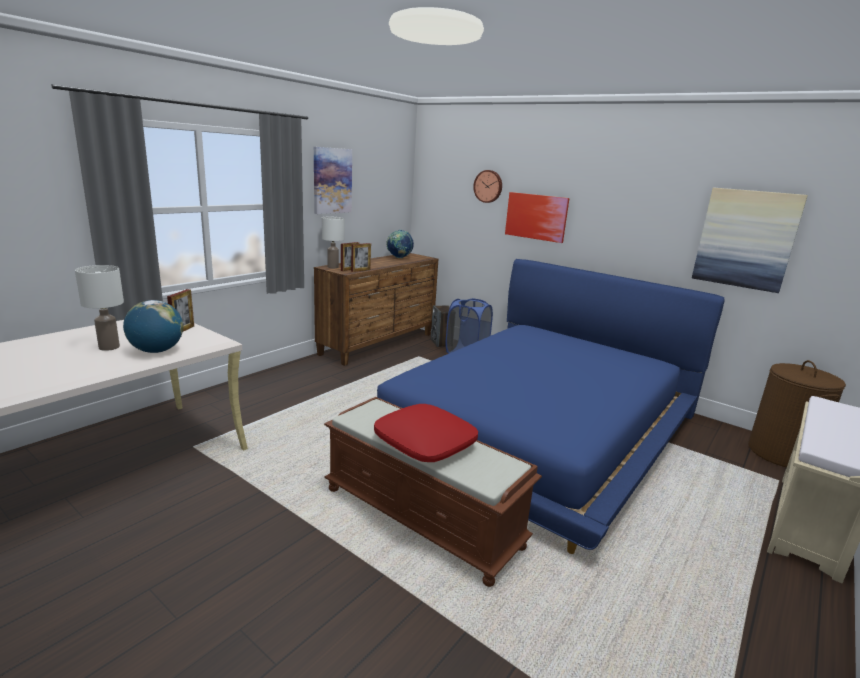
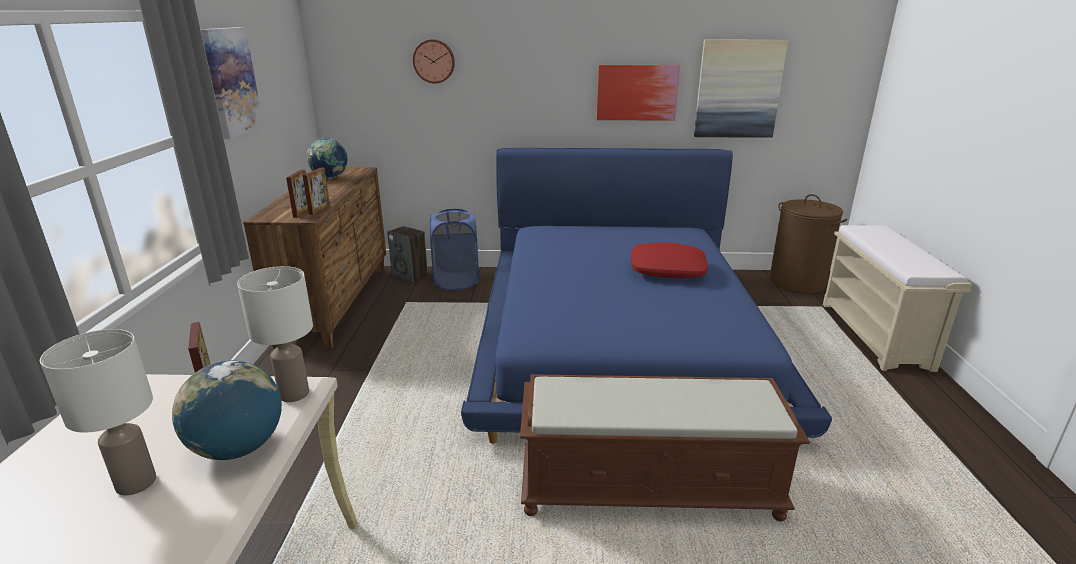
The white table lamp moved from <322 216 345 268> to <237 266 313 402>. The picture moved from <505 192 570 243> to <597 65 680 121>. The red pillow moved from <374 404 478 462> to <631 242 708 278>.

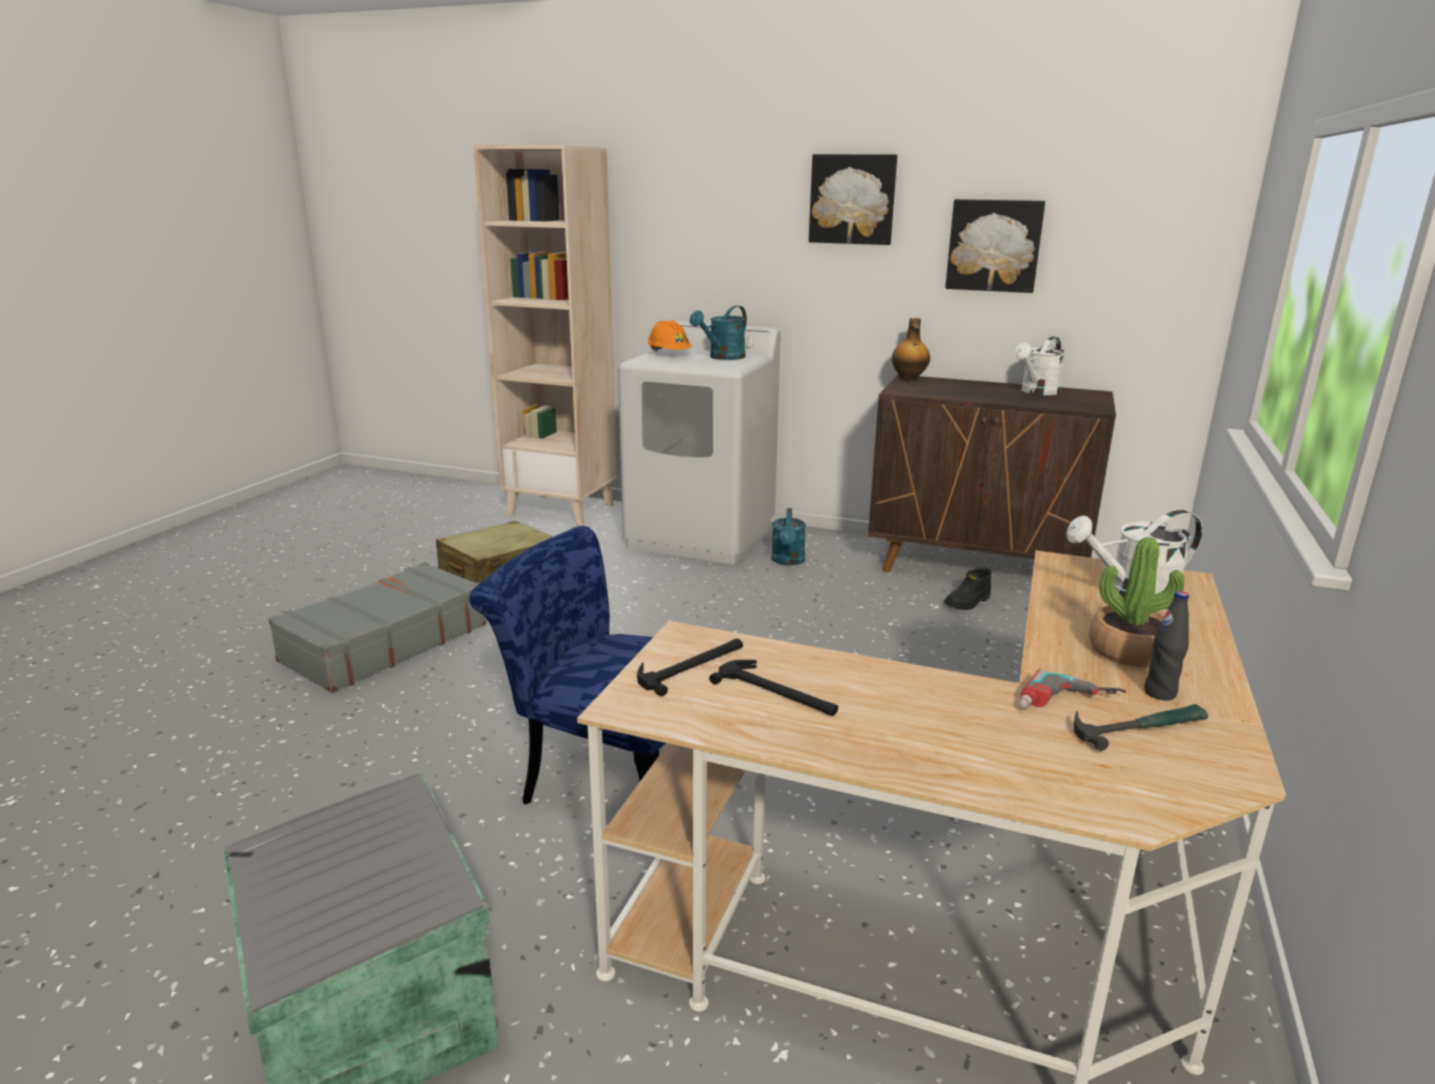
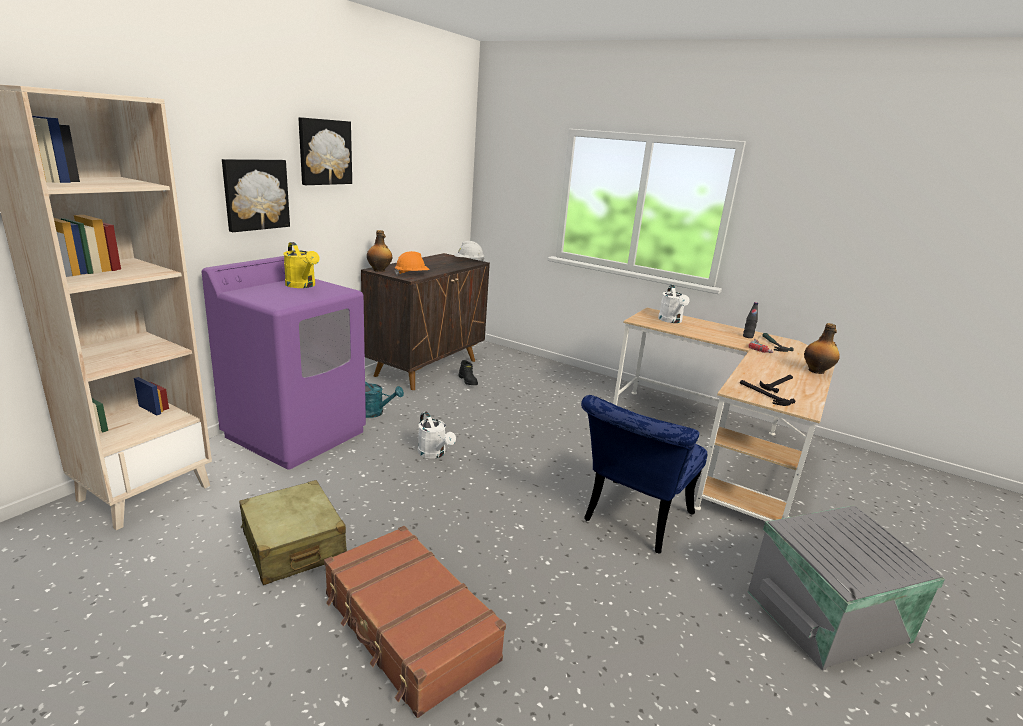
The white washing machine at <618 321 781 564> became the purple washing machine at <202 256 366 470>. The picture moved from <945 199 1045 293> to <222 159 290 232>. The turquoise watering can at <690 306 747 360> became the yellow watering can at <283 242 319 288>. The grey suitcase at <269 562 486 693> became the brown suitcase at <324 526 506 718>. The orange hard hat moved from <648 320 692 352> to <394 251 430 275>. The white watering can moved from <1014 337 1065 395> to <418 411 456 459>. The white hard hat at <454 241 484 262> appeared. The bottle at <804 323 840 374> appeared. The potted plant at <1089 537 1184 667> disappeared.

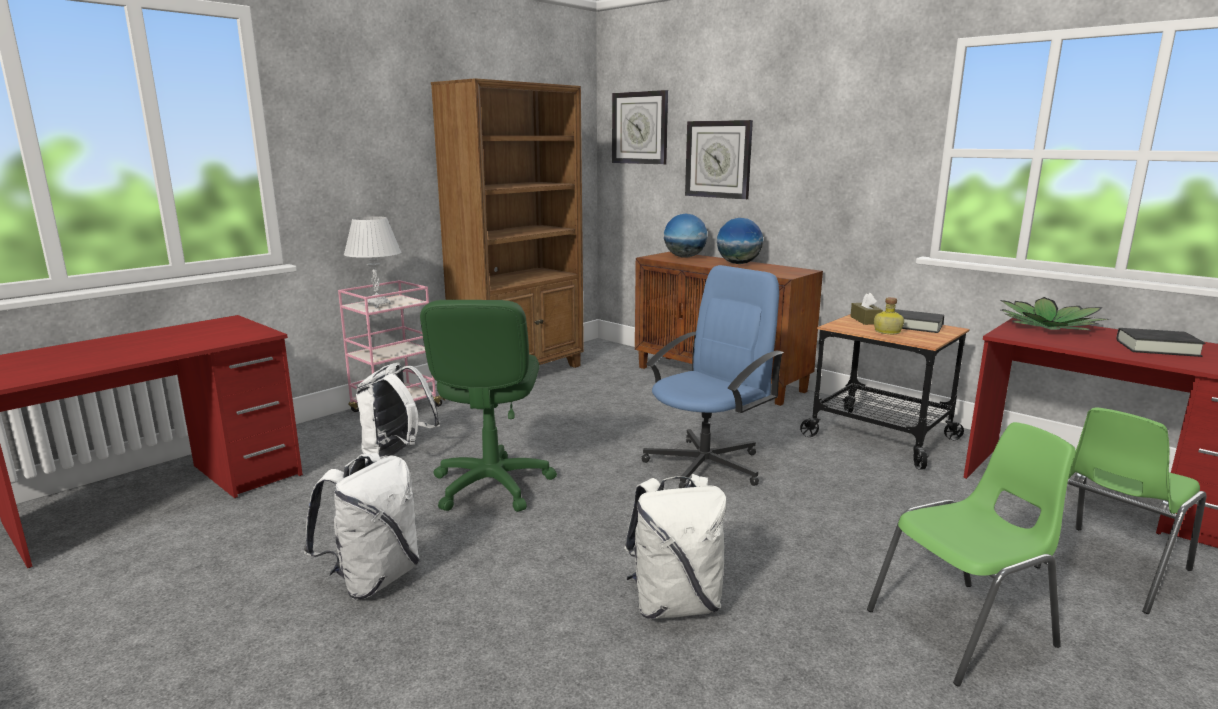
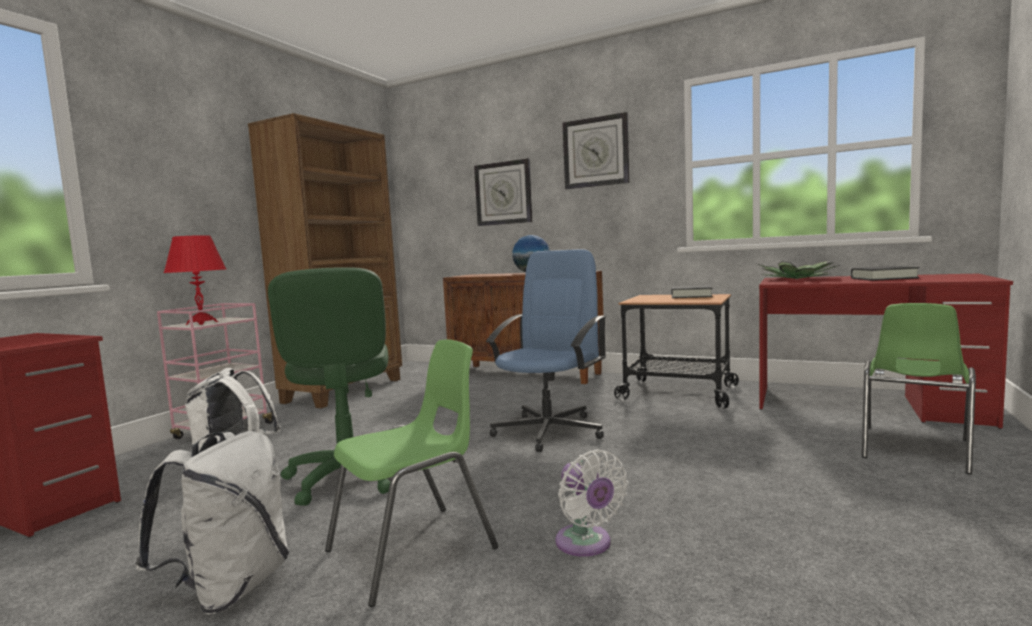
The white table lamp at <344 216 401 308> became the red table lamp at <164 235 226 325>. The green chair moved from <867 422 1075 687> to <325 339 498 607>. The white backpack at <624 474 727 619> was replaced by the white fan at <555 449 628 557>. The wall clock moved from <612 90 668 164> to <562 112 630 189>. The globe at <664 214 707 258> disappeared. The brown tissue box at <850 293 883 325> disappeared. The bottle at <874 297 904 334> disappeared.

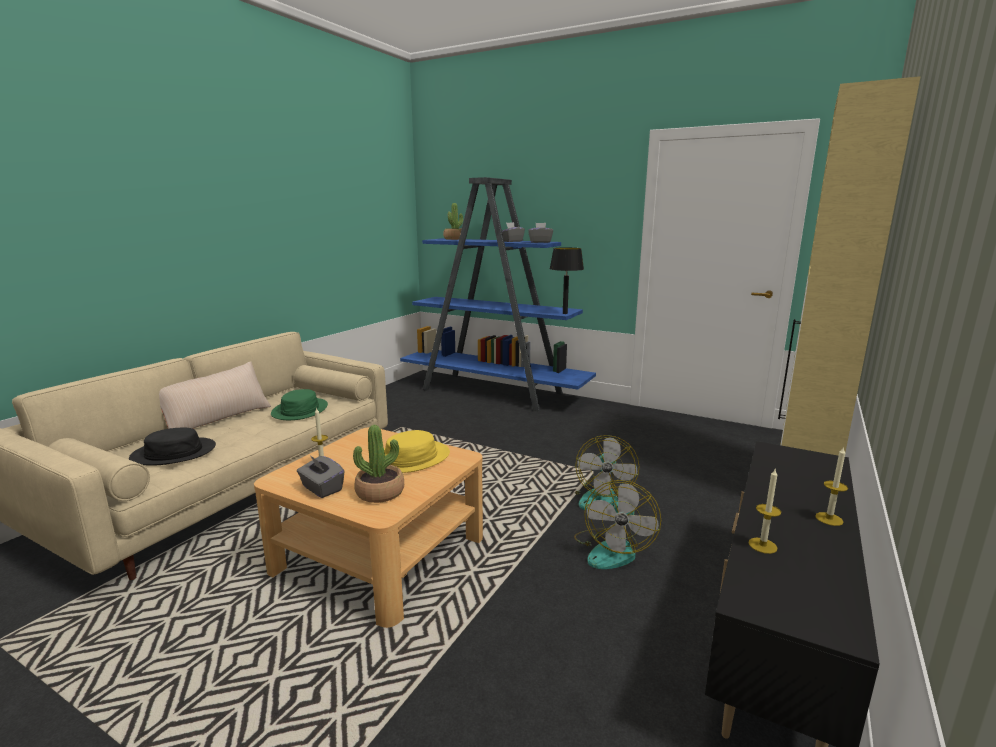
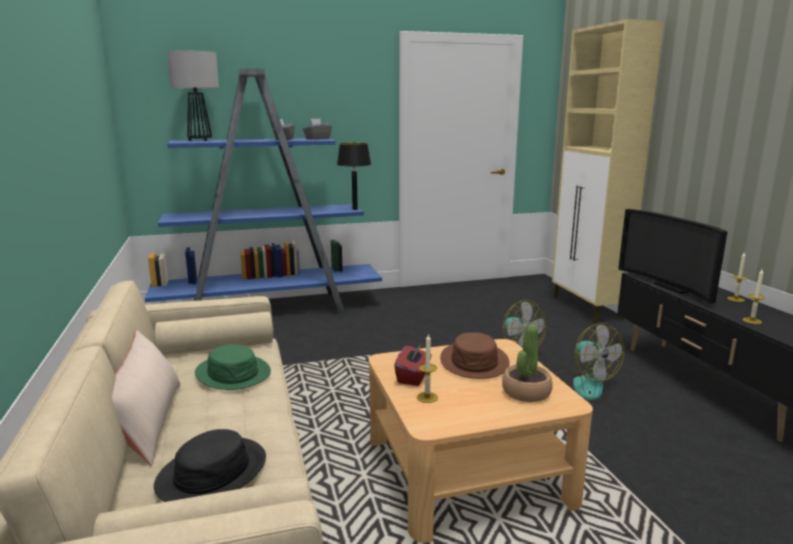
The potted plant at <443 203 463 240> was replaced by the table lamp at <167 50 219 141>. The red tissue box at <394 344 432 386> appeared. The yellow hat at <384 430 450 473> became the brown hat at <440 332 510 379>. The television at <618 209 728 304> appeared. The grey tissue box at <297 455 344 498> disappeared.

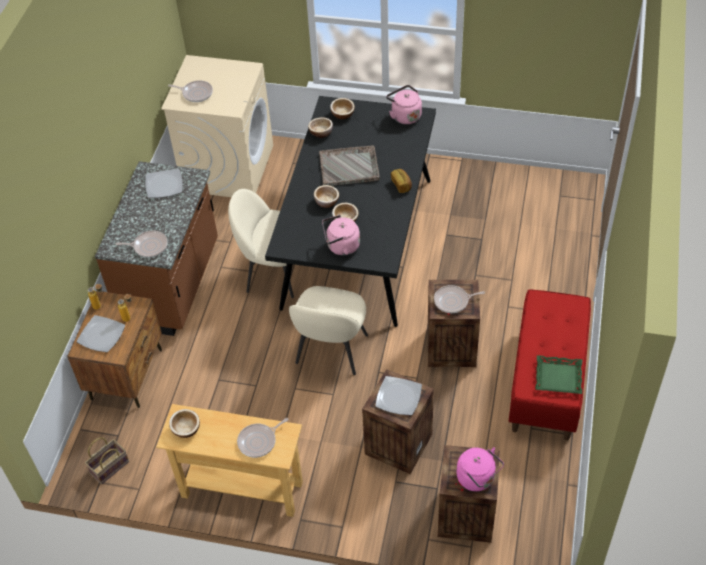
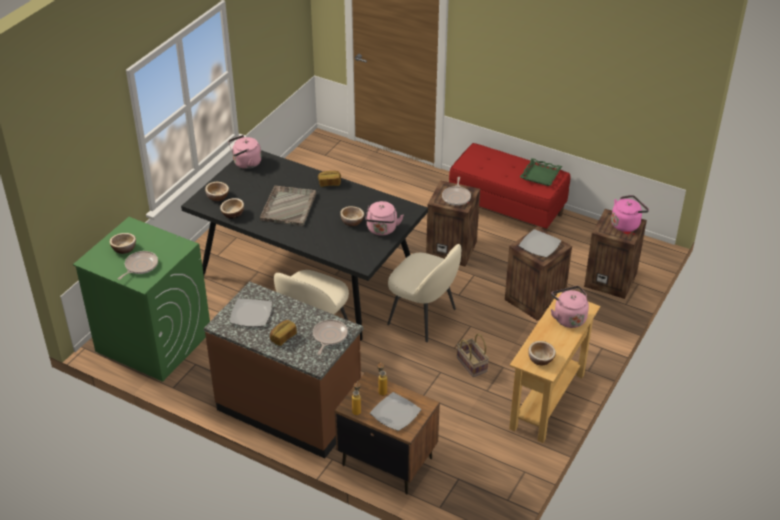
The beige washing machine at <161 55 273 197> became the green washing machine at <73 217 210 382>. The bowl moved from <314 185 339 208> to <109 233 136 254>. The bread at <270 320 297 346> appeared. The basket moved from <85 437 129 484> to <457 334 489 377>. The frying pan at <237 418 289 458> was replaced by the pink kettle at <551 286 589 328>.

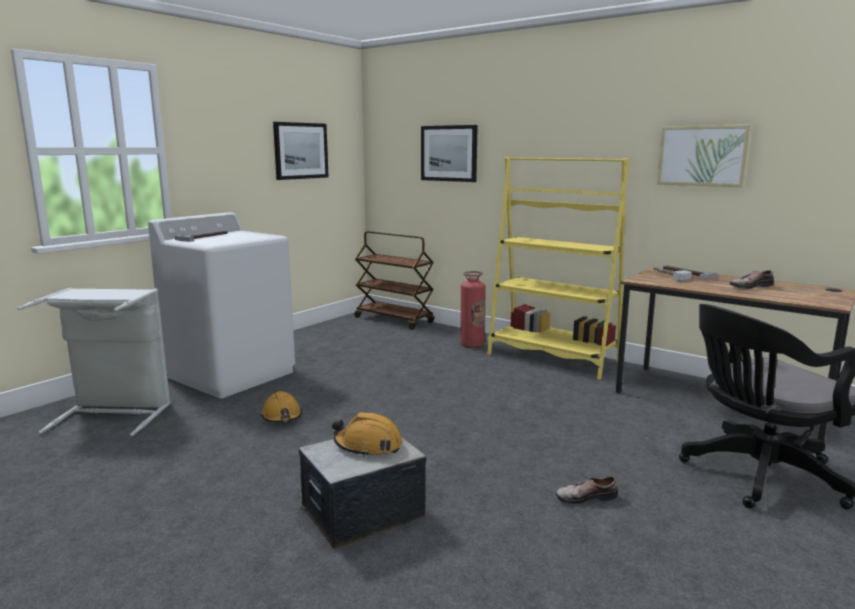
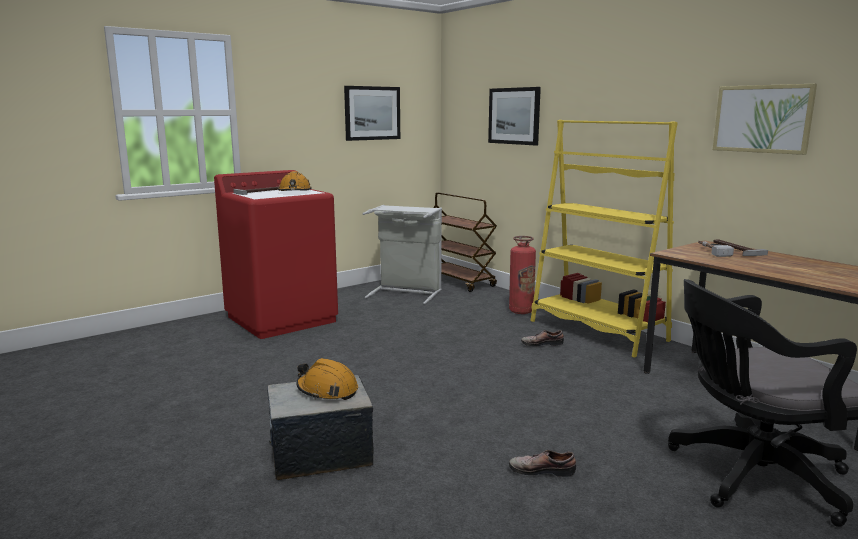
The white washing machine at <148 212 295 398> became the red washing machine at <214 170 338 339>. The orange hard hat moved from <261 391 302 422> to <278 171 312 191>. The grey laundry basket moved from <17 287 171 436> to <362 205 442 304>. The shoe moved from <729 270 774 289> to <521 330 564 346>.

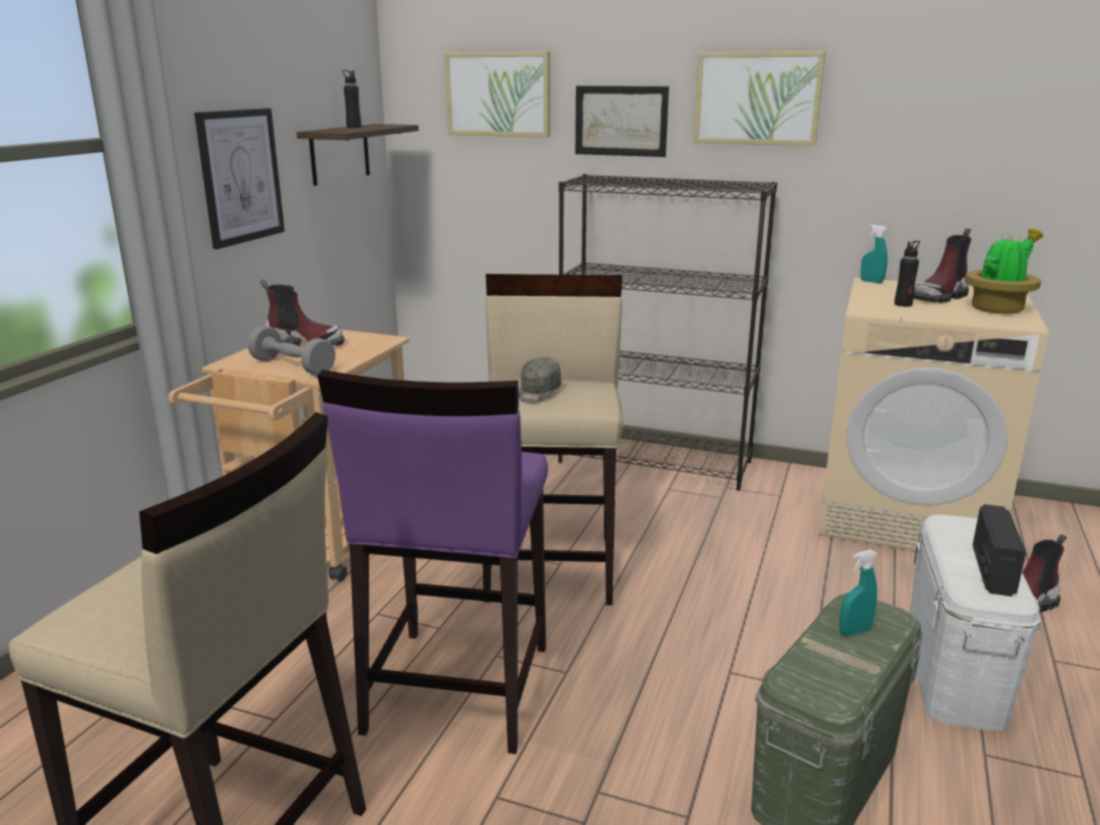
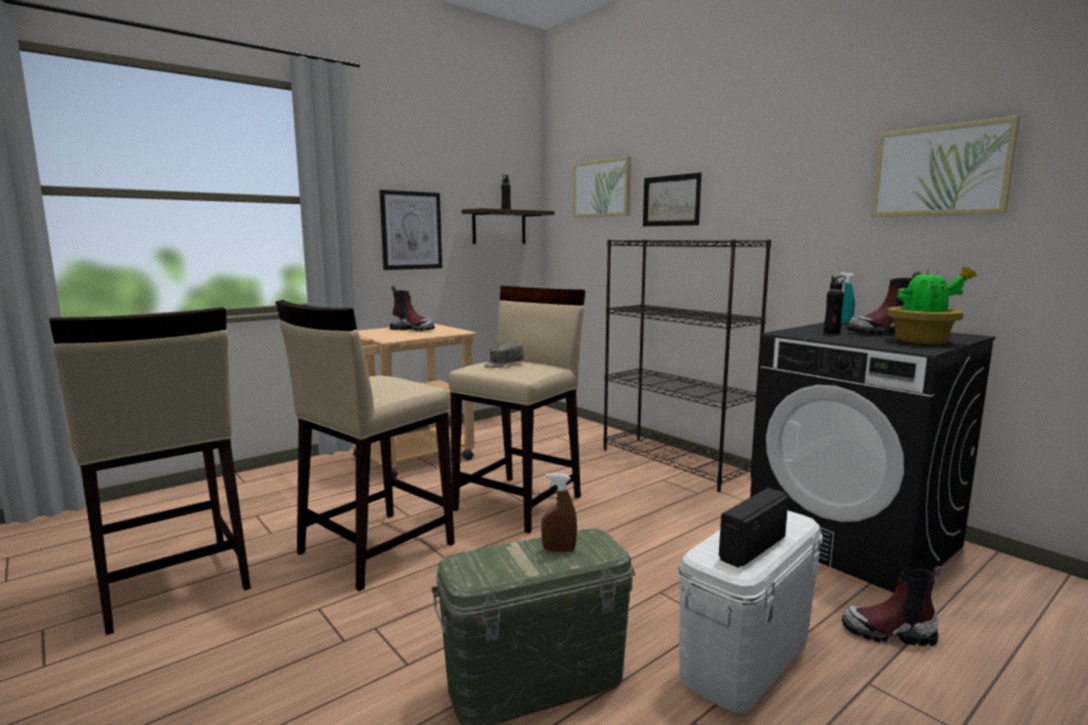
The purple stool at <317 370 548 754> became the beige stool at <276 300 455 591>. The turquoise spray bottle at <839 549 878 636> became the brown spray bottle at <541 473 577 552>. The beige washing machine at <818 278 1049 551> became the black washing machine at <750 322 995 593>. The picture moved from <693 51 826 146> to <871 115 1021 217>. The grey dumbbell at <248 326 335 376> disappeared.

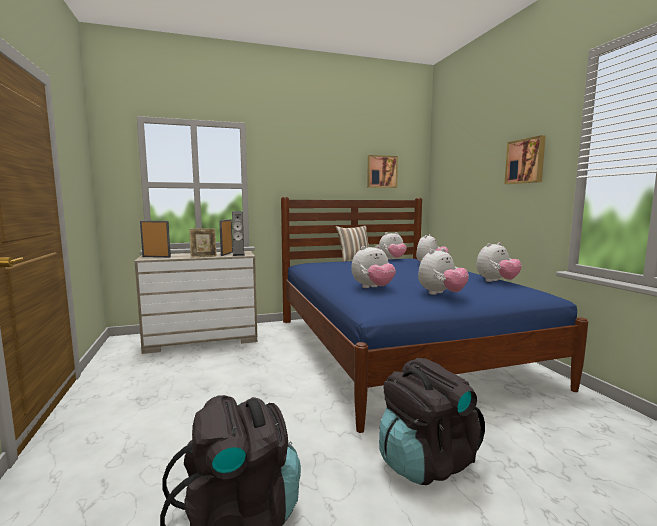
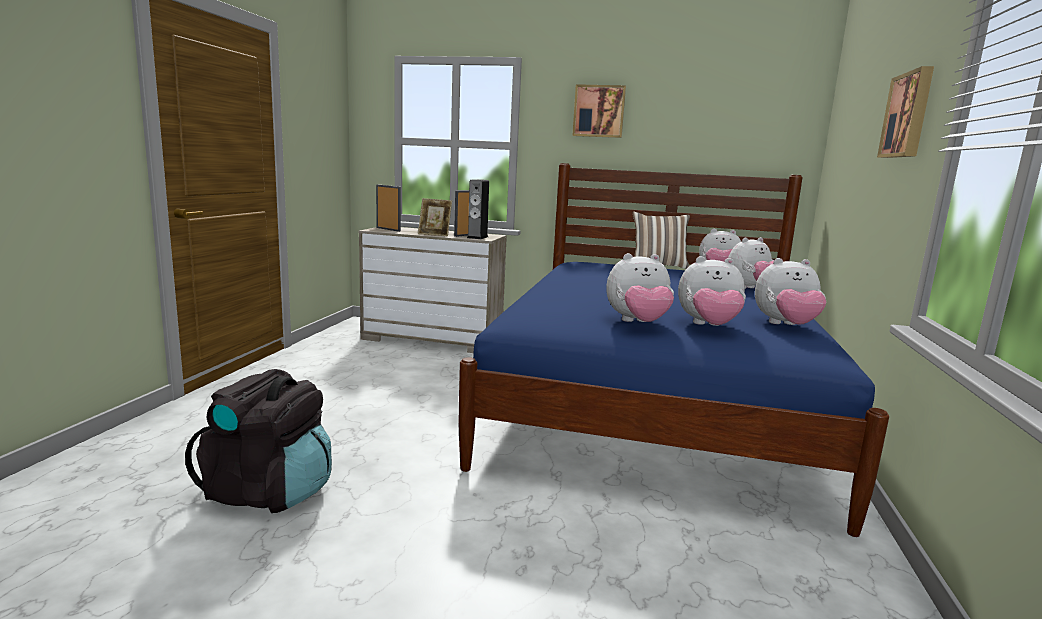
The picture moved from <367 155 398 188> to <572 84 626 138>. The plush toy moved from <351 245 396 288> to <678 256 746 326>. The black backpack at <379 358 485 485> disappeared.

